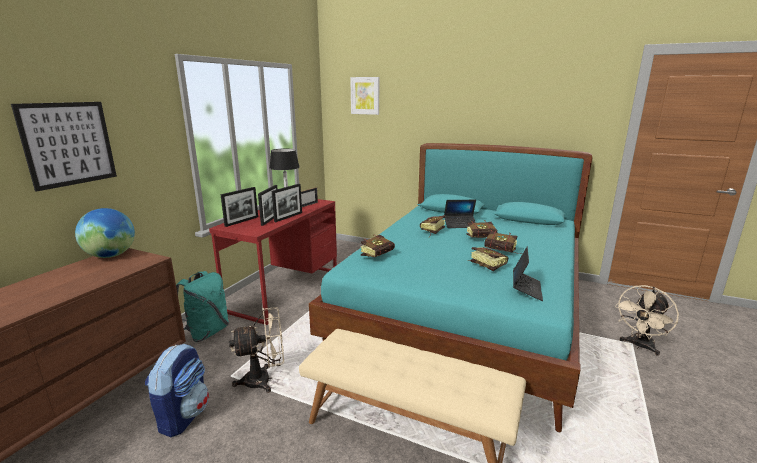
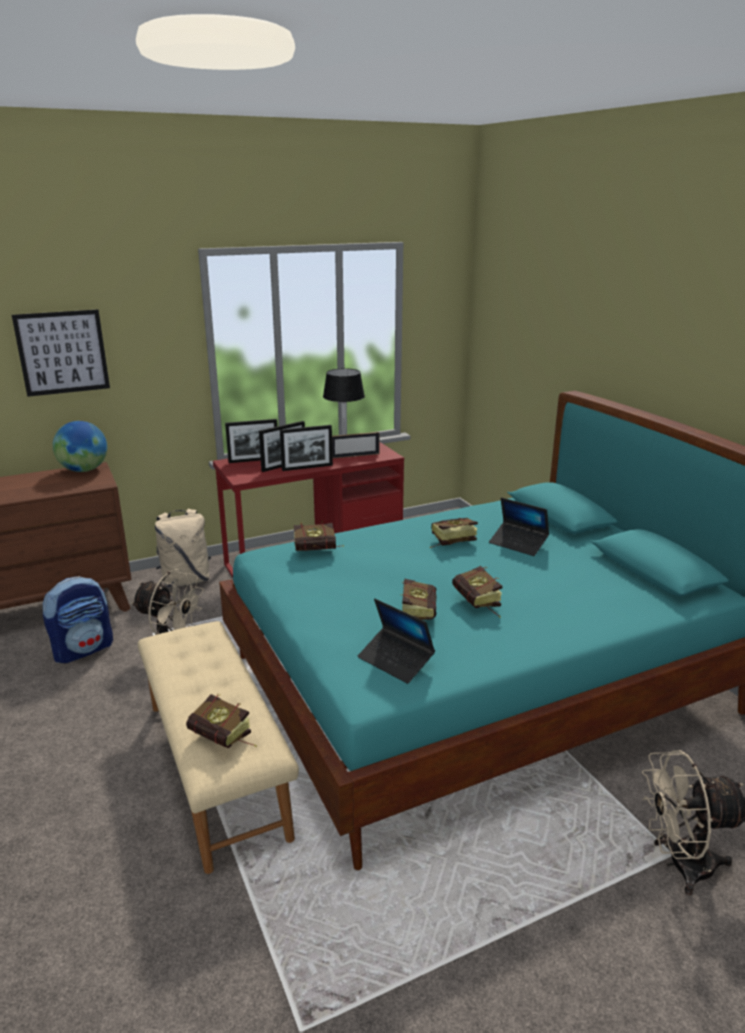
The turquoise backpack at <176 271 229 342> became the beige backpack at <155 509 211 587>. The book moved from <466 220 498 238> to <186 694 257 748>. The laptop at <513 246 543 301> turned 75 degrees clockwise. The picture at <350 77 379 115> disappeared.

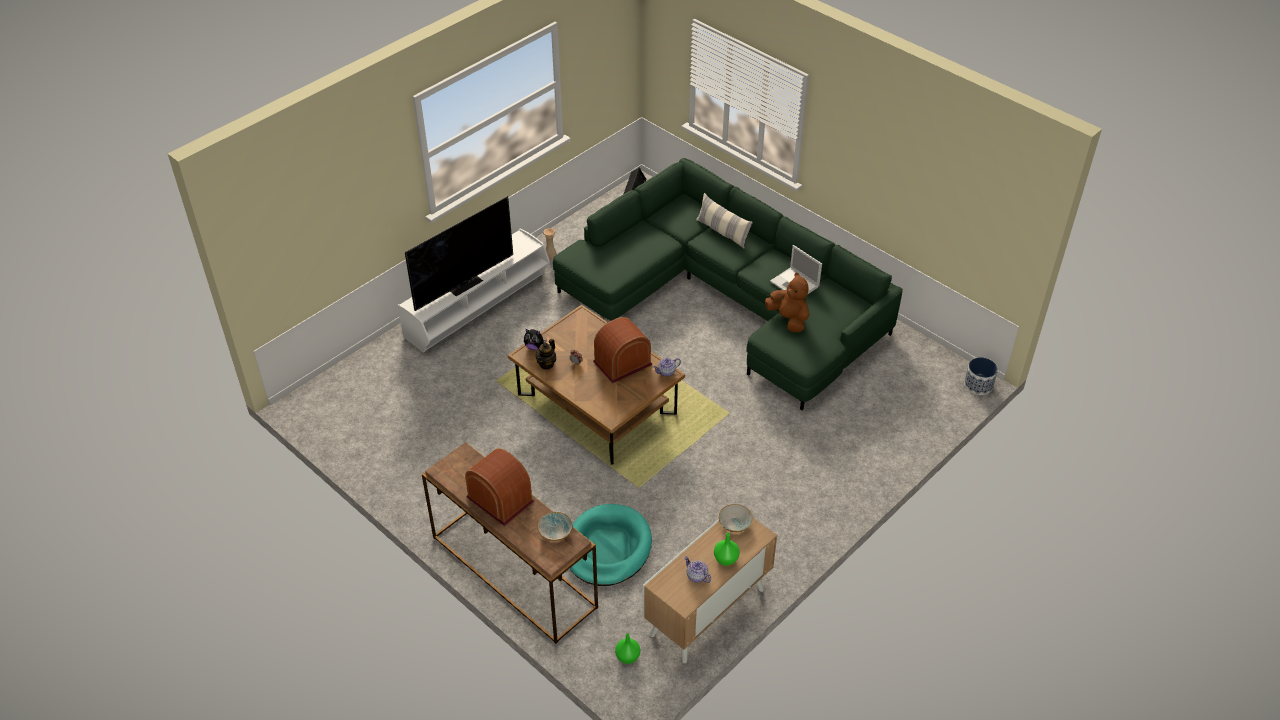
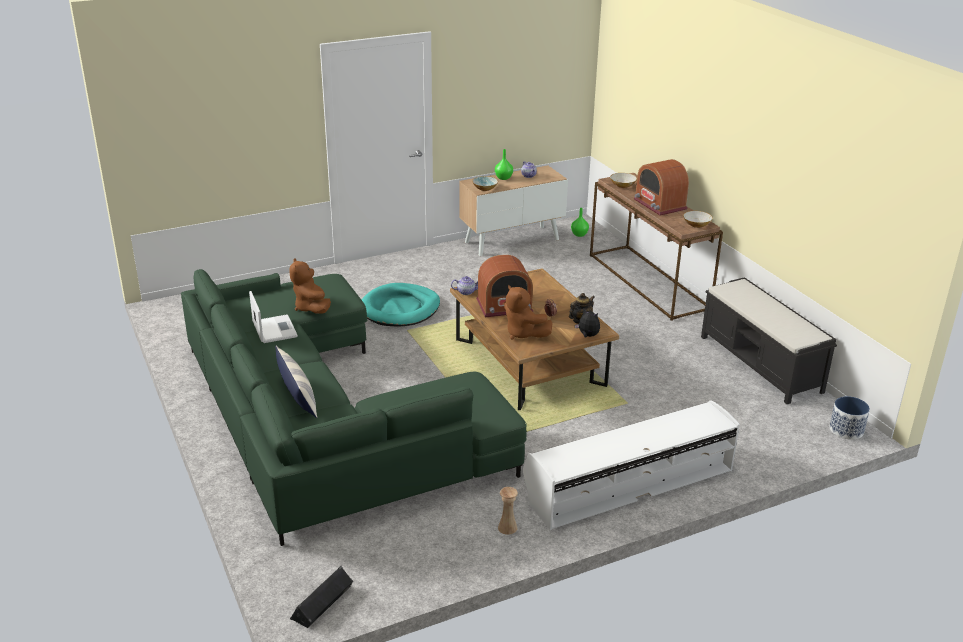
The turquoise dog bed moved from <570 504 652 586> to <362 283 440 327>. The brown plush toy at <504 285 552 339> appeared. The bowl at <683 211 713 228> appeared. The black bench at <701 277 837 404> appeared. The planter moved from <964 357 998 395> to <829 396 870 440>. The television at <405 196 513 311> disappeared.

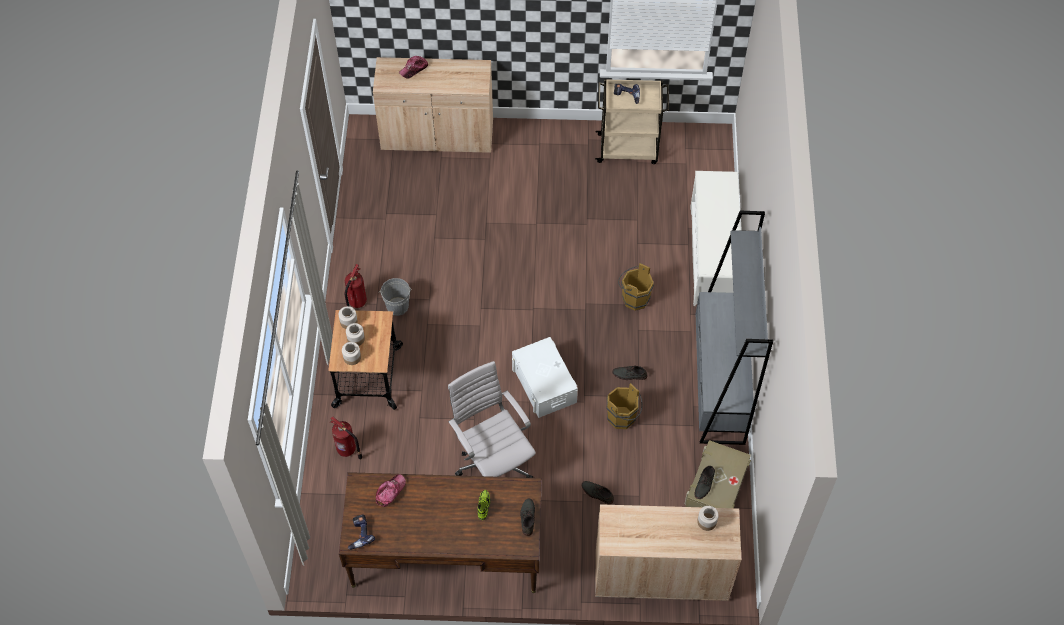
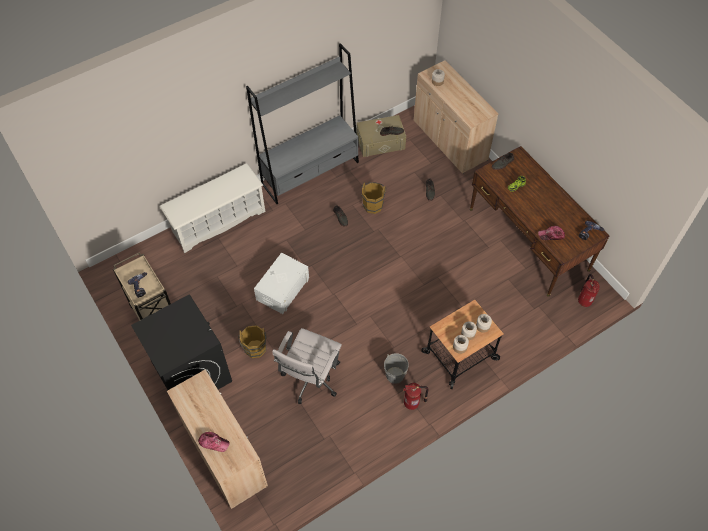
The black washing machine at <131 294 232 390> appeared. The brown bucket moved from <618 263 654 311> to <238 325 266 358>. The white storage box moved from <512 337 578 418> to <254 253 309 314>. The white office chair moved from <448 361 536 478> to <273 328 342 404>. The fire extinguisher moved from <330 416 363 459> to <578 274 600 307>.

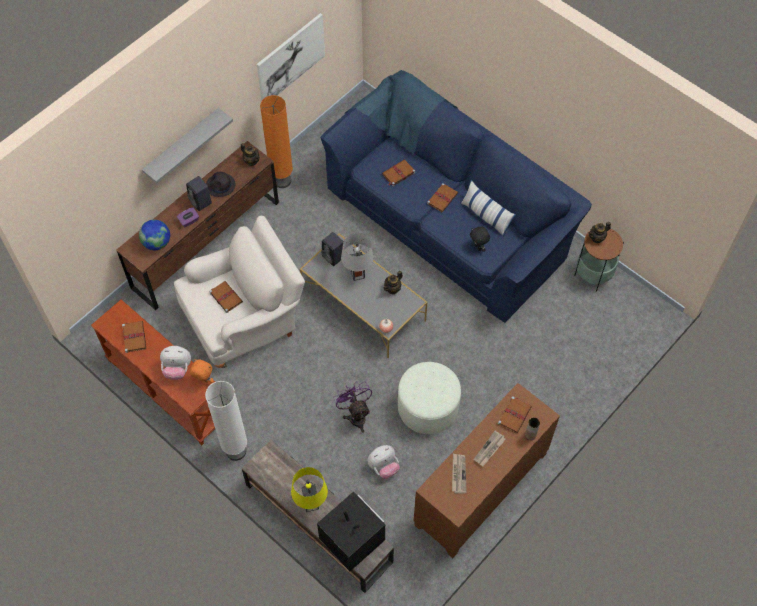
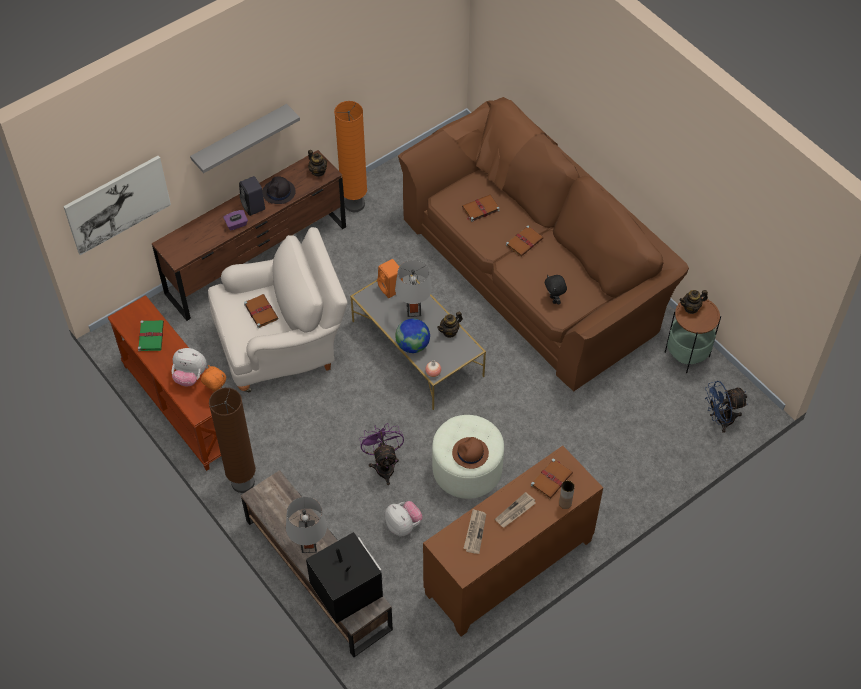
The picture moved from <257 13 325 100> to <63 156 171 255>. The brown book at <122 321 146 353> became the green book at <138 320 164 351>. The white floor lamp at <205 381 247 461> became the brown floor lamp at <209 388 256 493>. The yellow table lamp at <291 467 328 512> became the grey table lamp at <286 497 327 553>. The black speaker at <321 232 344 266> became the orange speaker at <377 259 403 298>. The plush toy at <367 445 400 479> turned 105 degrees counterclockwise. The globe moved from <139 220 170 250> to <395 318 430 353>. The blue sofa at <320 70 592 323> became the brown sofa at <398 97 689 391>. The brown hat at <452 437 489 469> appeared. The blue fan at <705 381 748 433> appeared. The pillow at <460 180 516 237> disappeared.

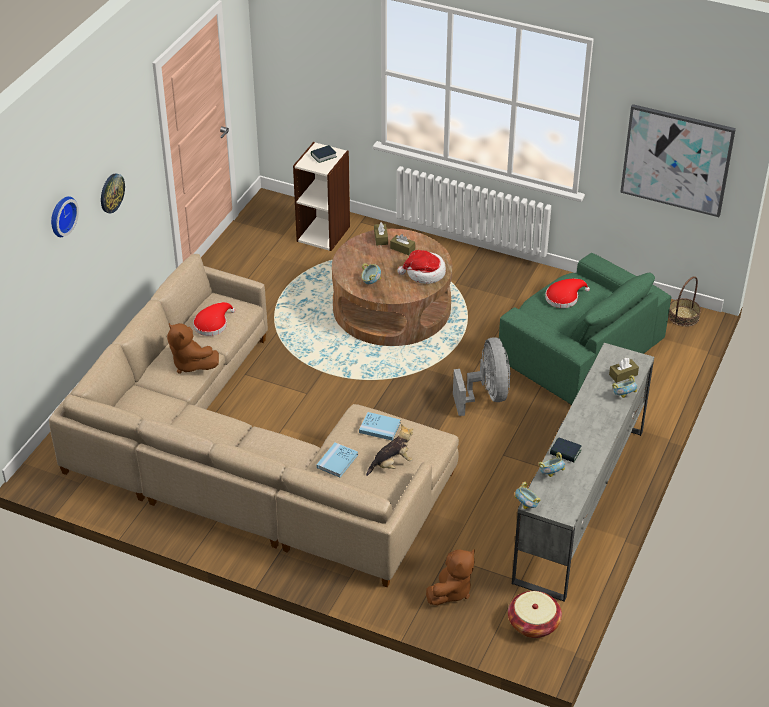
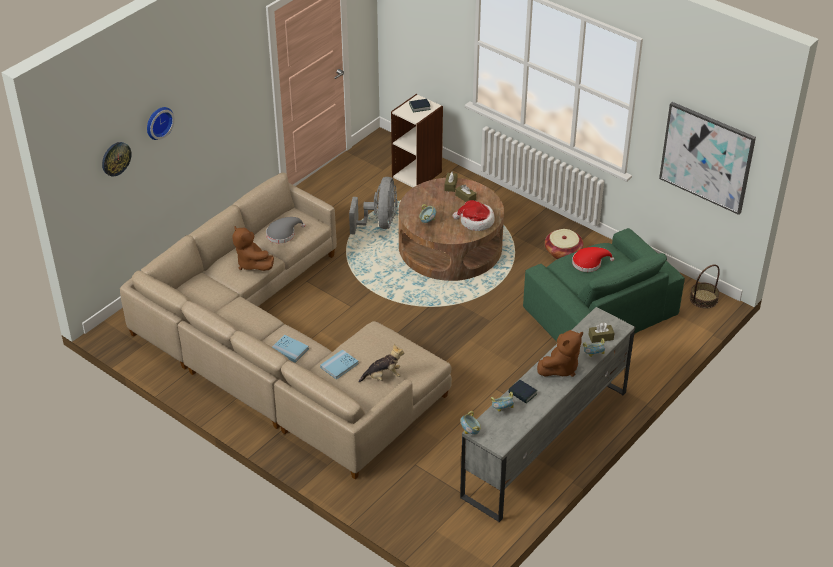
The wall clock moved from <101 173 125 213> to <102 142 132 177>. The red hat at <193 302 235 336> became the grey hat at <266 217 305 243>. The blue book moved from <359 412 401 441> to <272 335 309 362>. The grey fan moved from <453 337 511 416> to <349 177 398 235>. The brown plush toy moved from <426 549 475 605> to <537 330 583 377>. The basket moved from <508 591 562 638> to <545 229 583 259>.

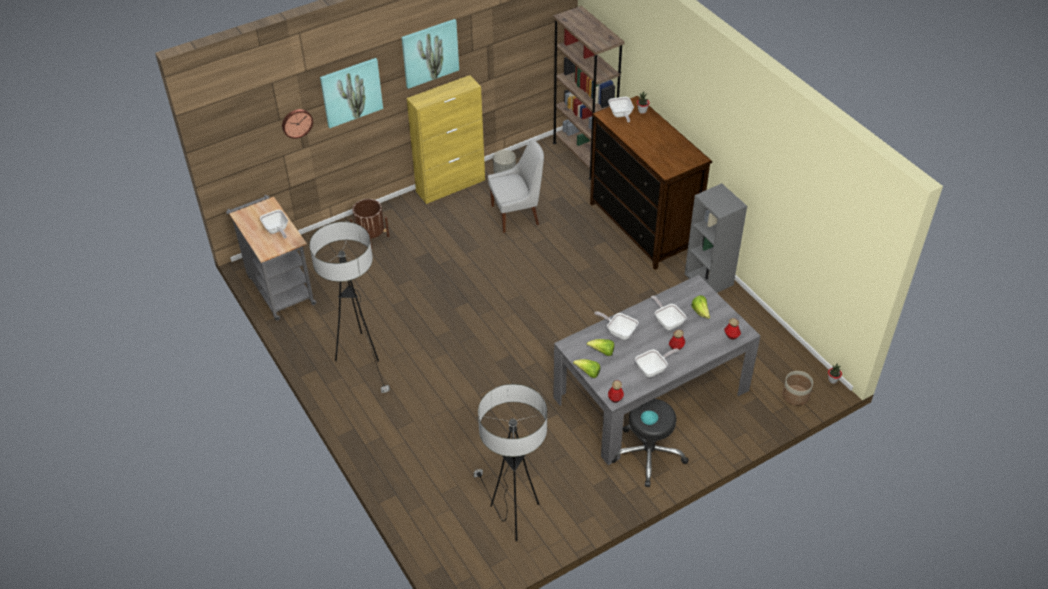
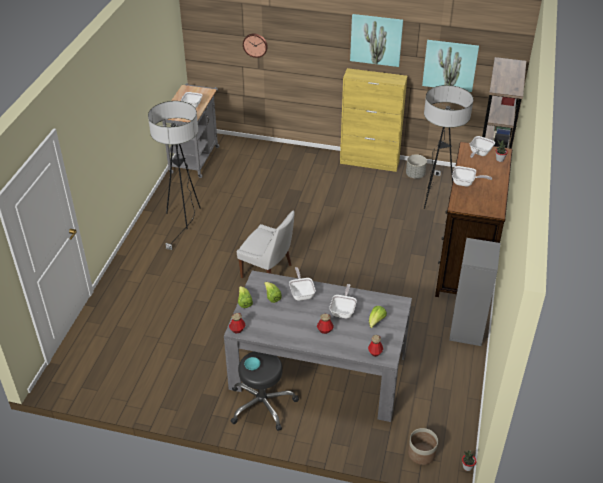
The white chair moved from <488 139 544 233> to <237 211 295 278>. The picture moved from <320 58 383 128> to <422 40 479 92>. The floor lamp moved from <474 384 547 541> to <424 85 473 209>. The frying pan moved from <635 348 679 377> to <452 166 492 187>. The brown planter at <350 199 389 249> disappeared.

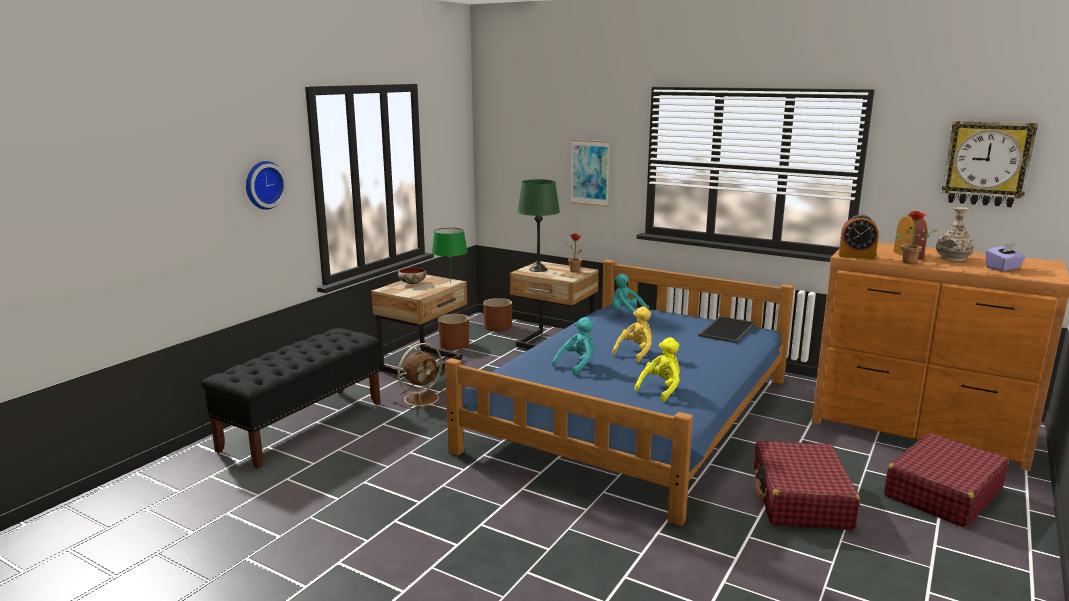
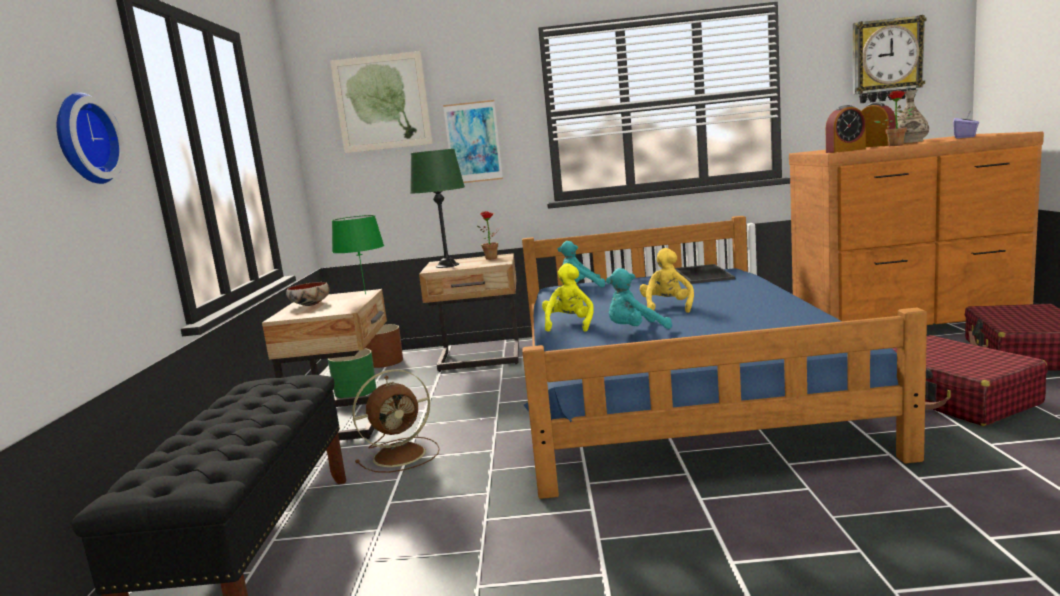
The brown planter at <438 314 469 350> became the green planter at <328 348 376 398>. The picture at <330 51 433 153> appeared. The brown fan at <393 343 446 409> turned 45 degrees clockwise. The yellow plush toy moved from <634 337 680 402> to <542 263 594 332>. The turquoise plush toy at <552 317 595 376> turned 120 degrees counterclockwise.

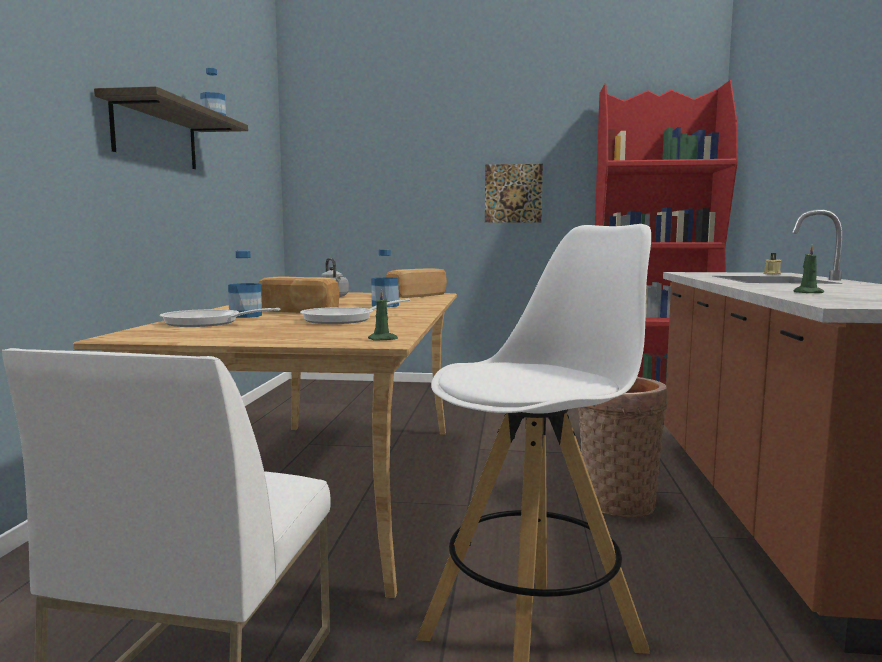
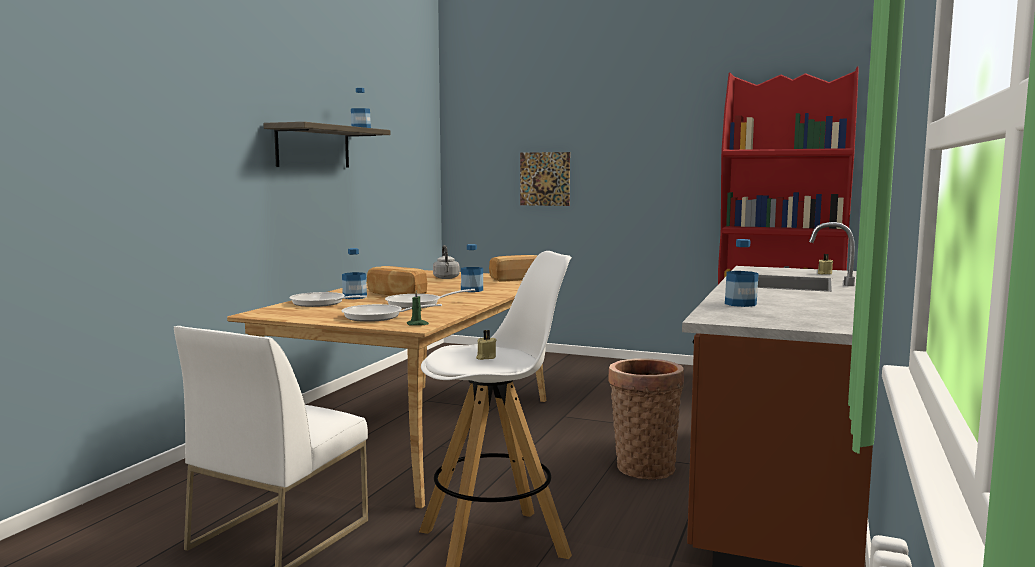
The frying pan at <342 304 442 322> appeared. The beige candle at <476 330 497 360> appeared. The picture moved from <485 164 543 223> to <520 152 570 206>. The green candle at <793 245 824 293> was replaced by the bottle at <725 239 759 307>.

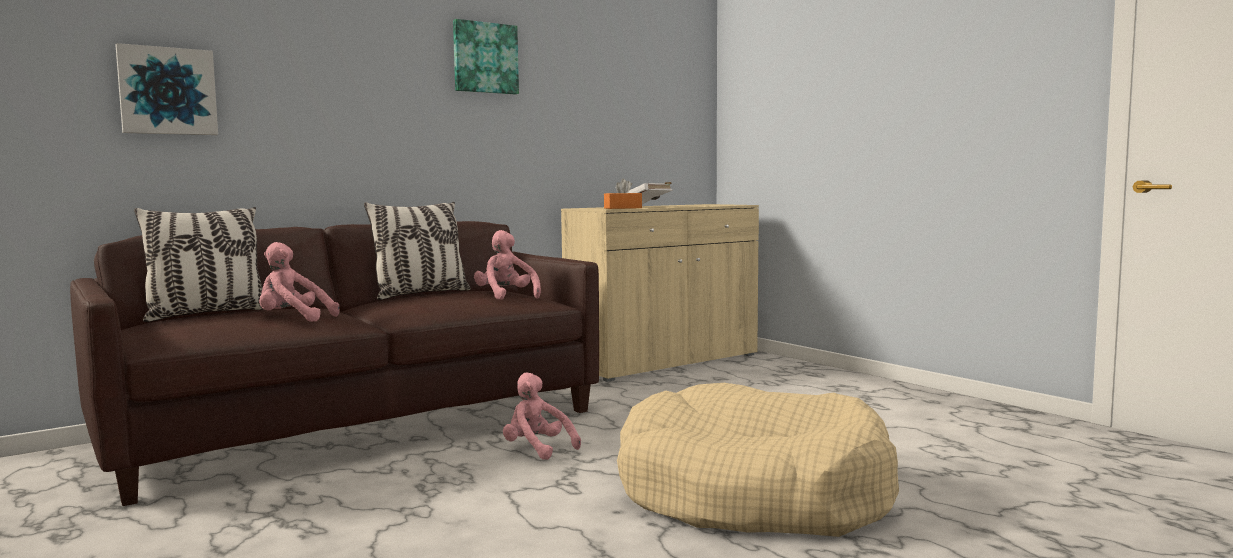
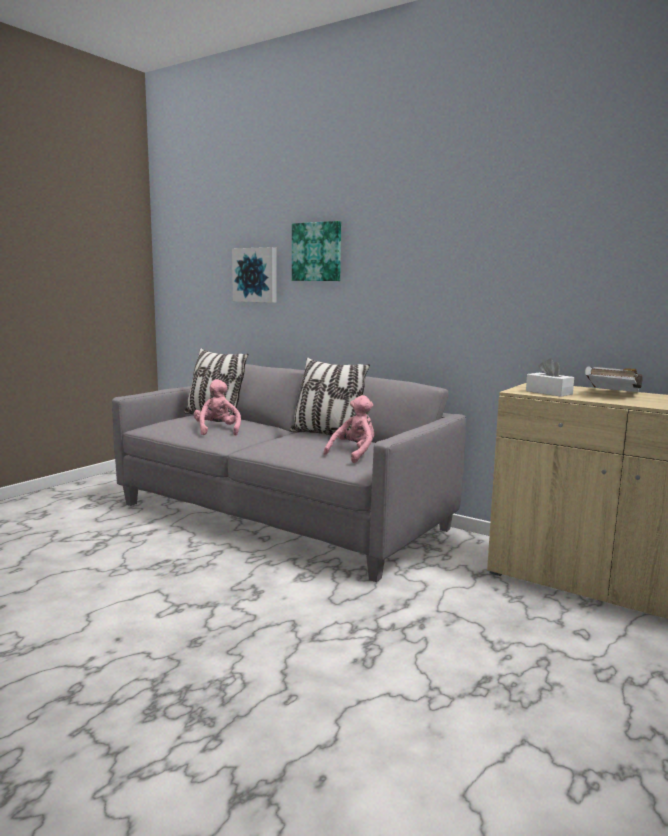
The brown sofa at <70 221 599 506> became the grey sofa at <112 364 466 582>. The picture moved from <453 19 519 94> to <292 221 341 281>. The orange tissue box at <604 179 642 209> became the white tissue box at <526 359 574 397>. The pink plush toy at <503 373 581 460> disappeared. The beige dog bed at <617 383 899 537> disappeared.

